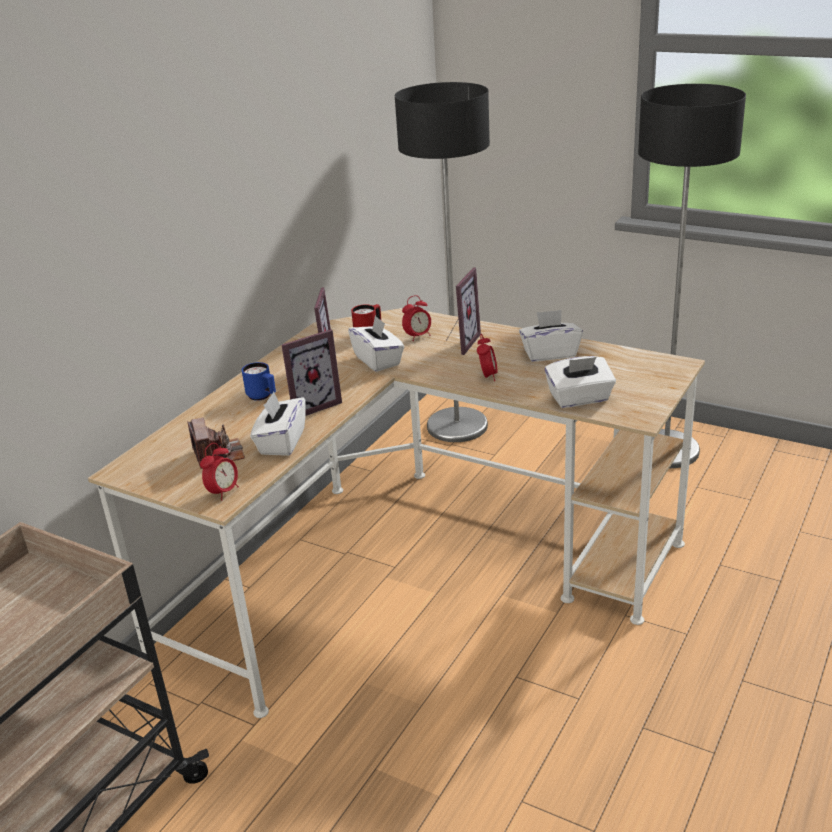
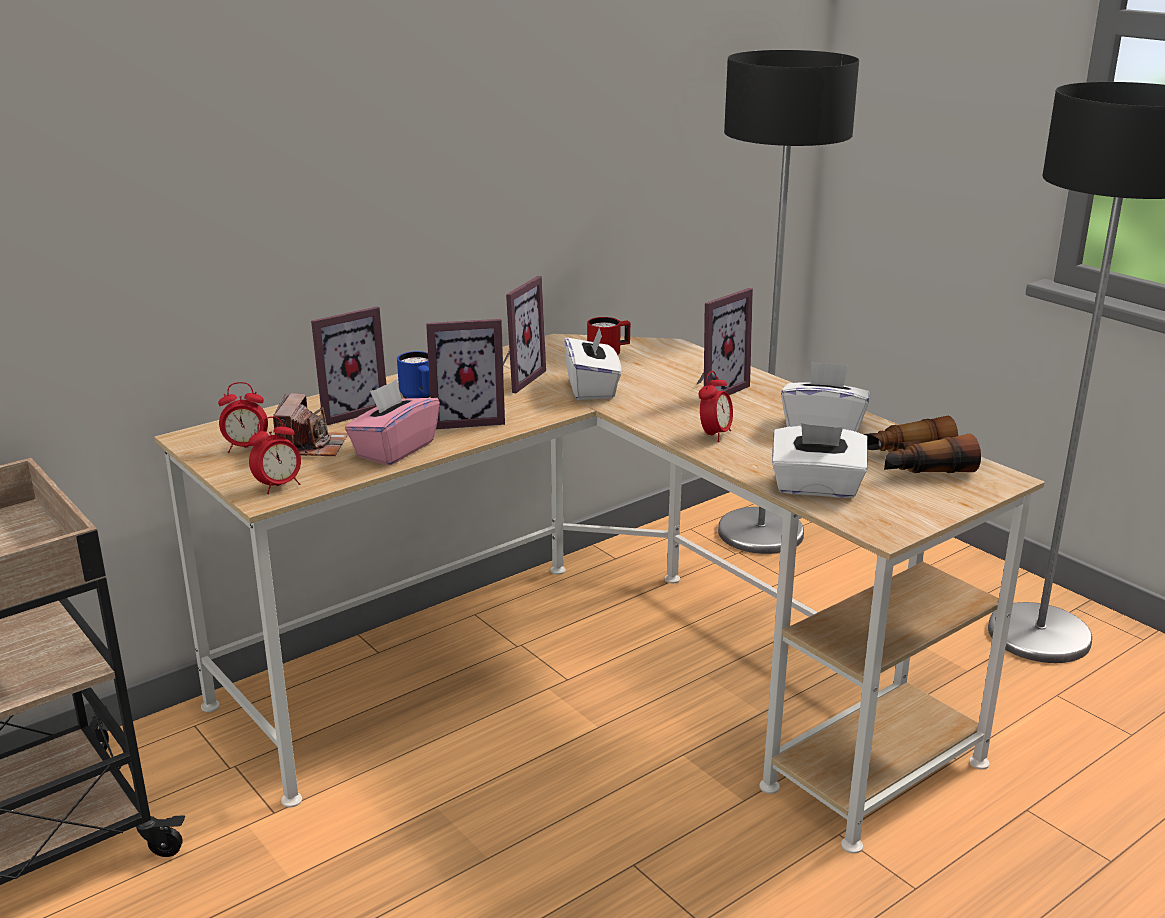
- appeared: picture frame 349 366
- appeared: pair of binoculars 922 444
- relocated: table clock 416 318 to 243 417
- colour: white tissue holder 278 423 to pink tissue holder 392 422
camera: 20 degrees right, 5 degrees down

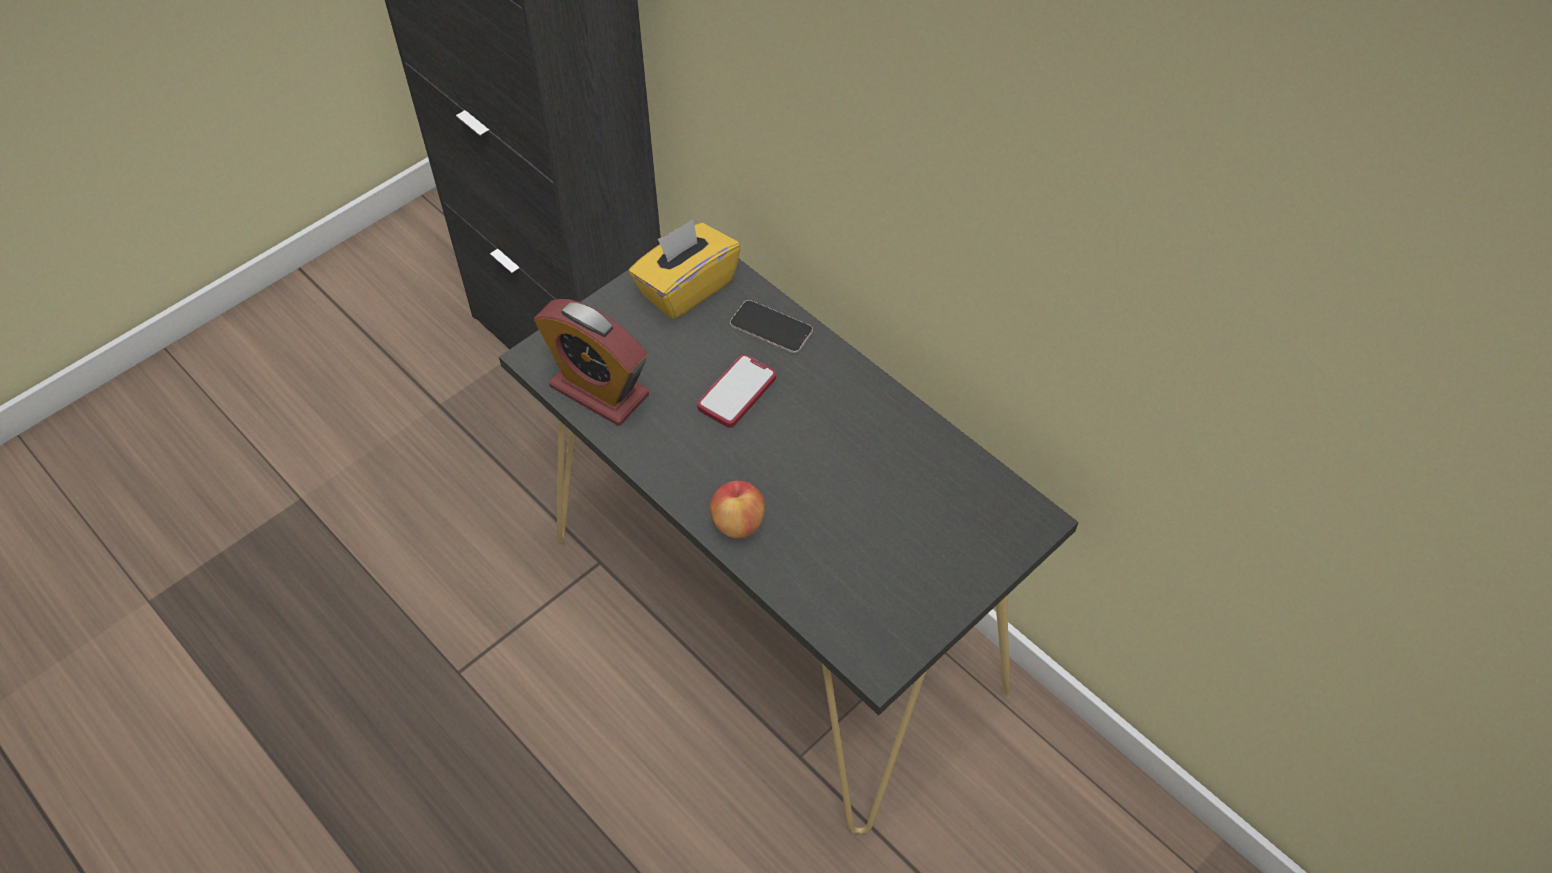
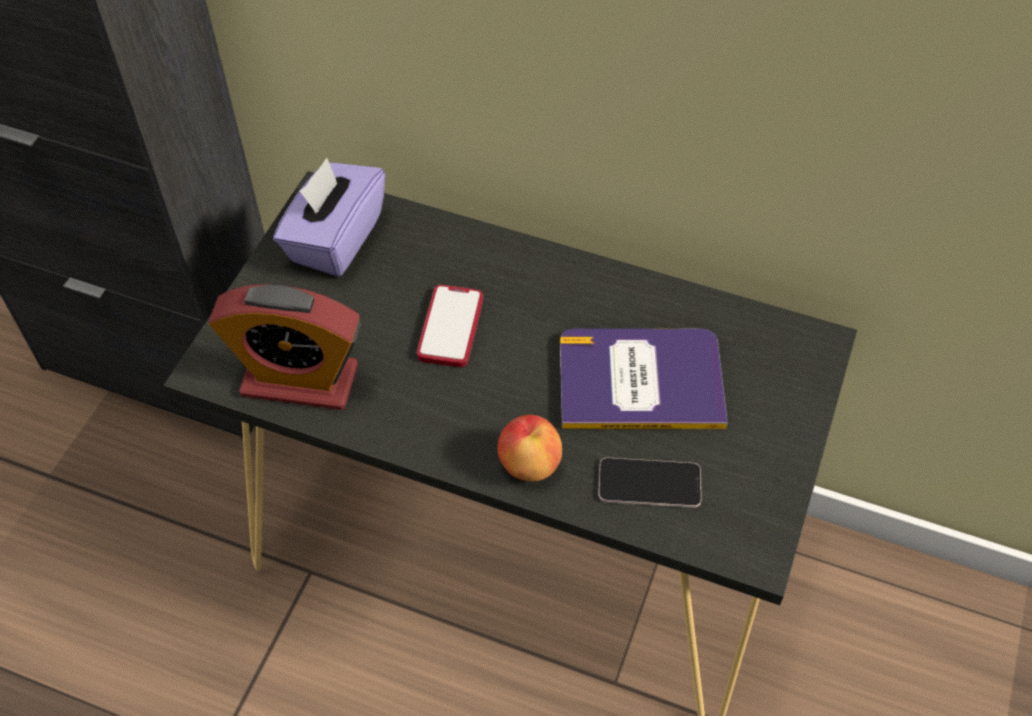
- appeared: volume 644 379
- relocated: telephone 771 326 to 650 483
- colour: yellow-coloured tissue holder 685 269 to purple-coloured tissue holder 329 217
camera: 25 degrees left, 0 degrees up

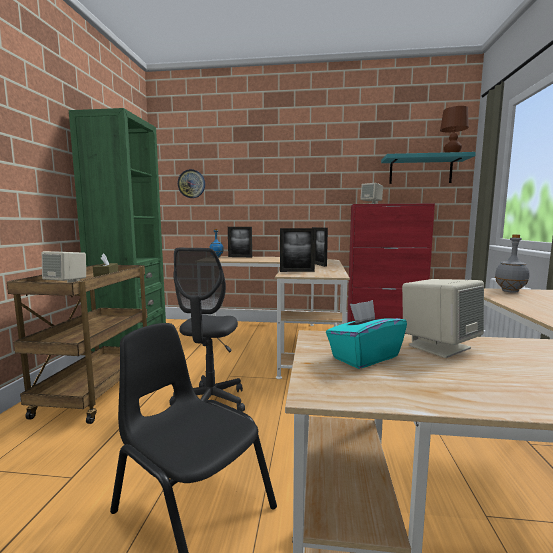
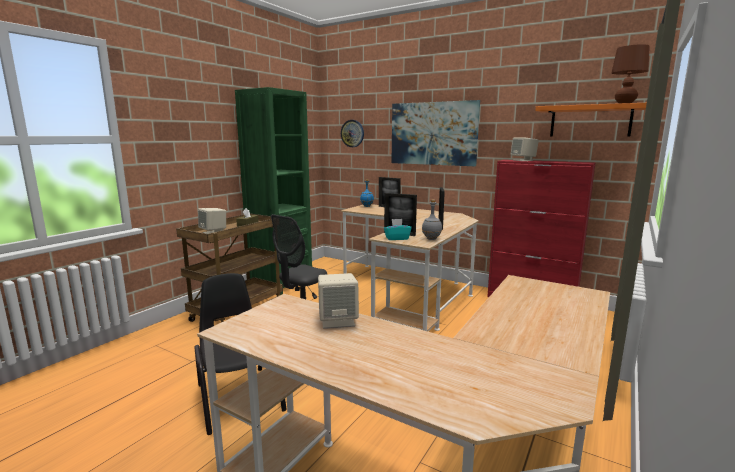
- appeared: picture 436 133
- relocated: turquoise-coloured tissue holder 366 334 to 397 229
- relocated: grey drink bottle 512 263 to 432 220
- colour: turquoise-coloured wall shelf 428 168 to orange-coloured wall shelf 591 120
camera: 25 degrees right, 5 degrees up

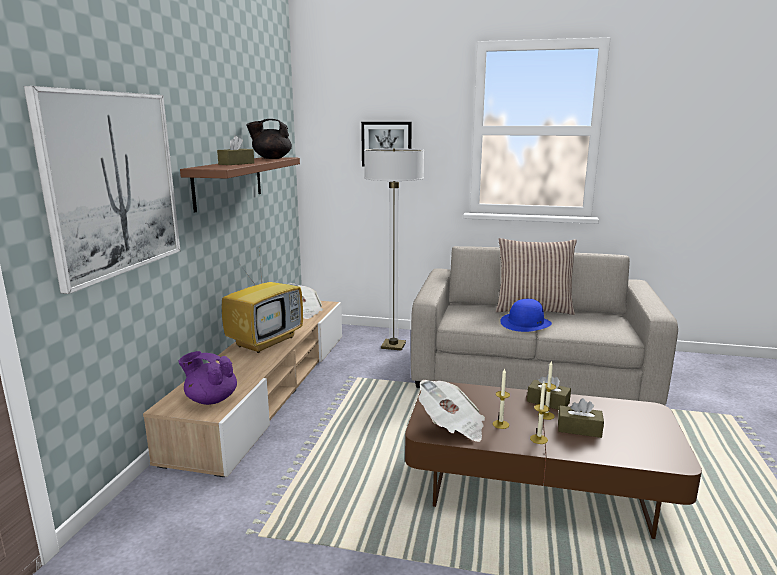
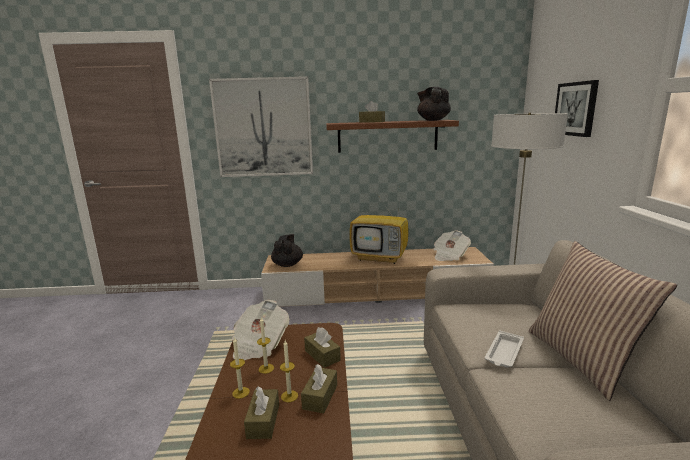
- appeared: brownish tissue holder 322 347
- exchanged: blue-coloured wearable hat 526 315 to white serving tray 504 349
- colour: purple-coloured tea pot 207 378 to black-coloured tea pot 287 250
camera: 75 degrees right, 0 degrees up

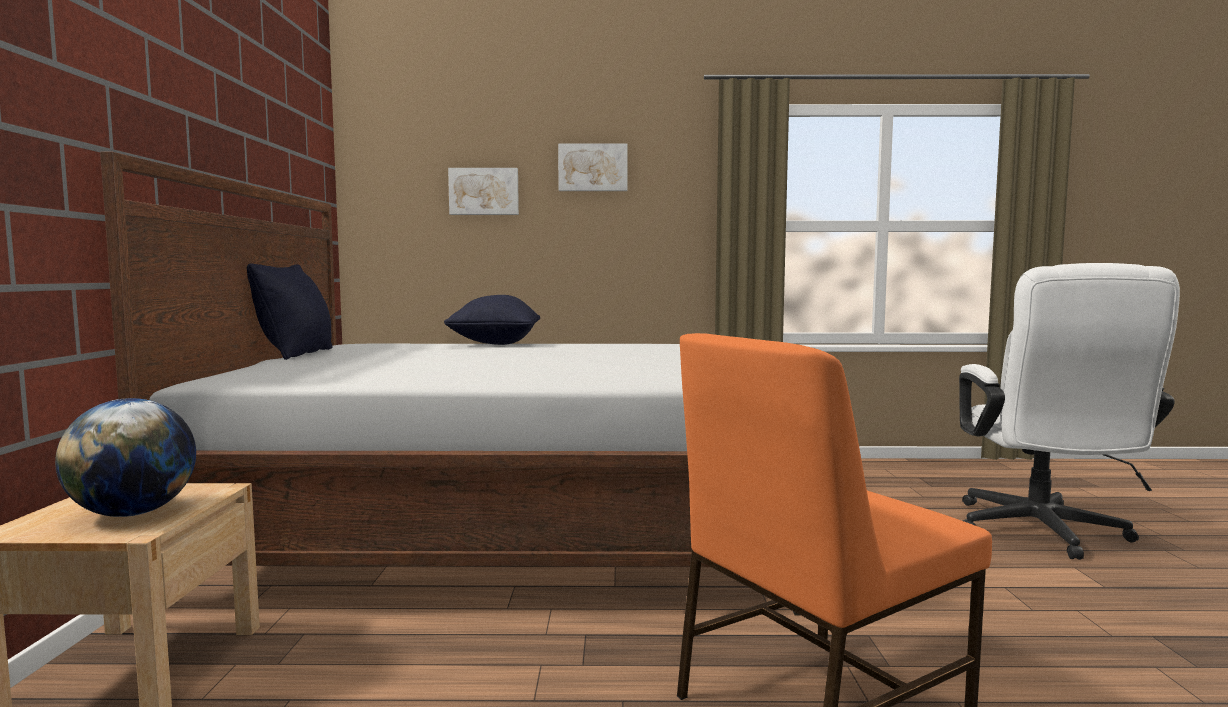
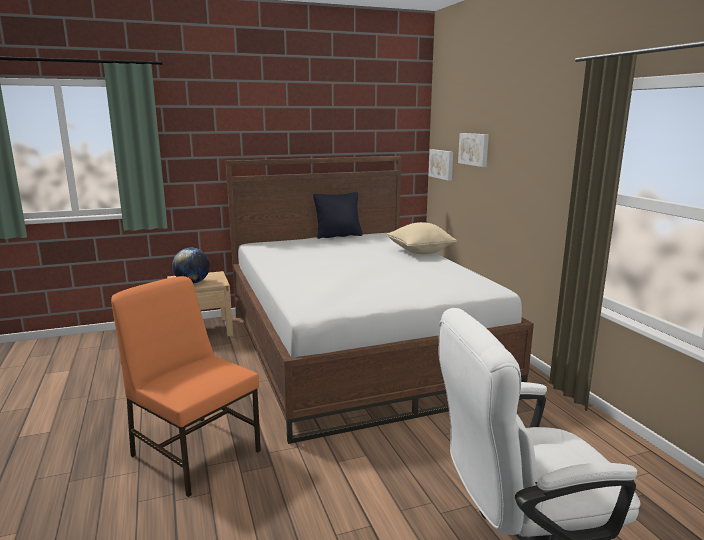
- relocated: picture 592 167 to 441 165
- colour: black-coloured throw pillow 492 320 to beige throw pillow 422 238
camera: 70 degrees right, 10 degrees up

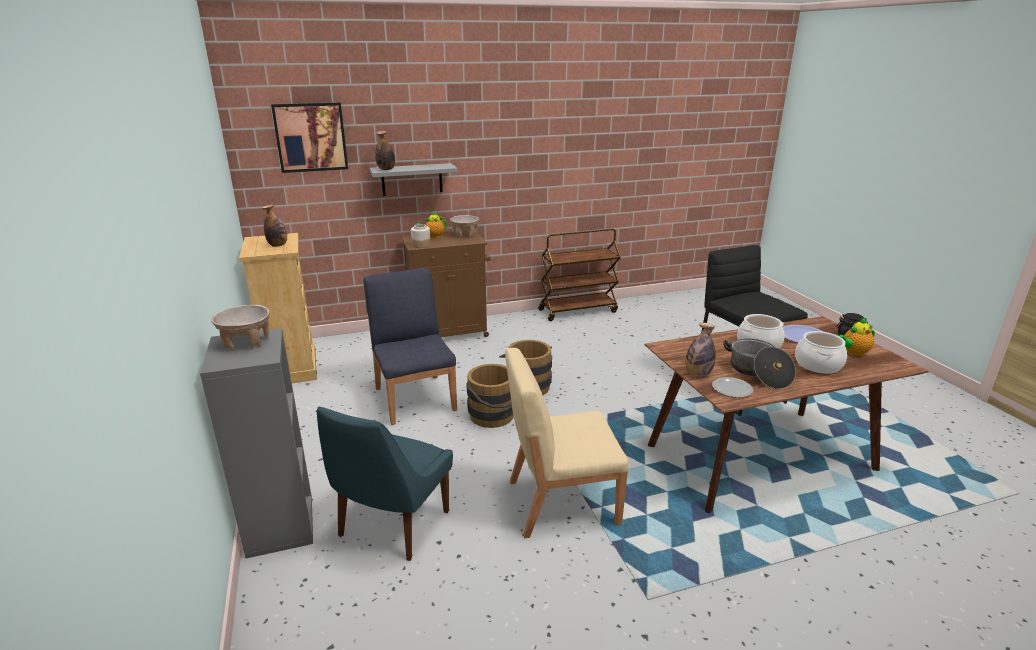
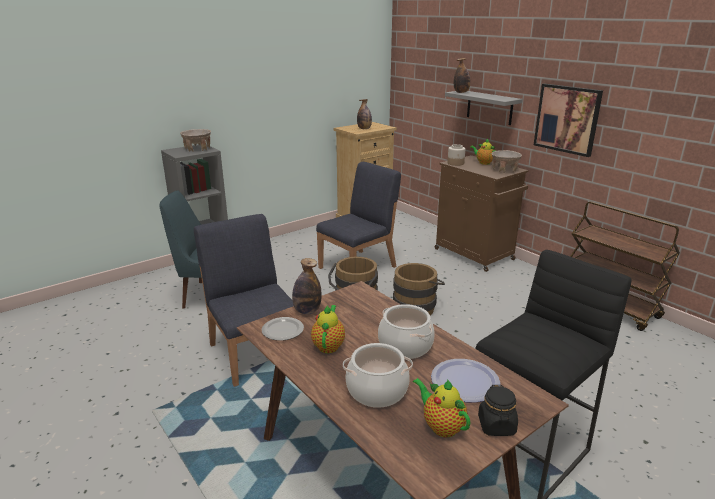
- relocated: picture 309 137 to 568 120
- exchanged: stockpot 759 363 to tea pot 328 329
- colour: beige chair 567 443 to blue-coloured chair 244 300
camera: 70 degrees right, 0 degrees up

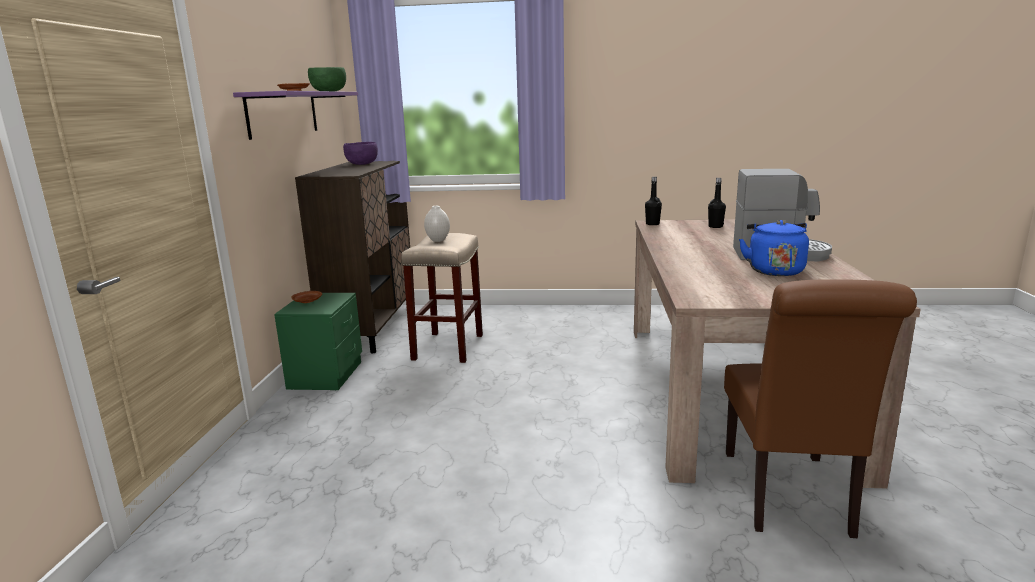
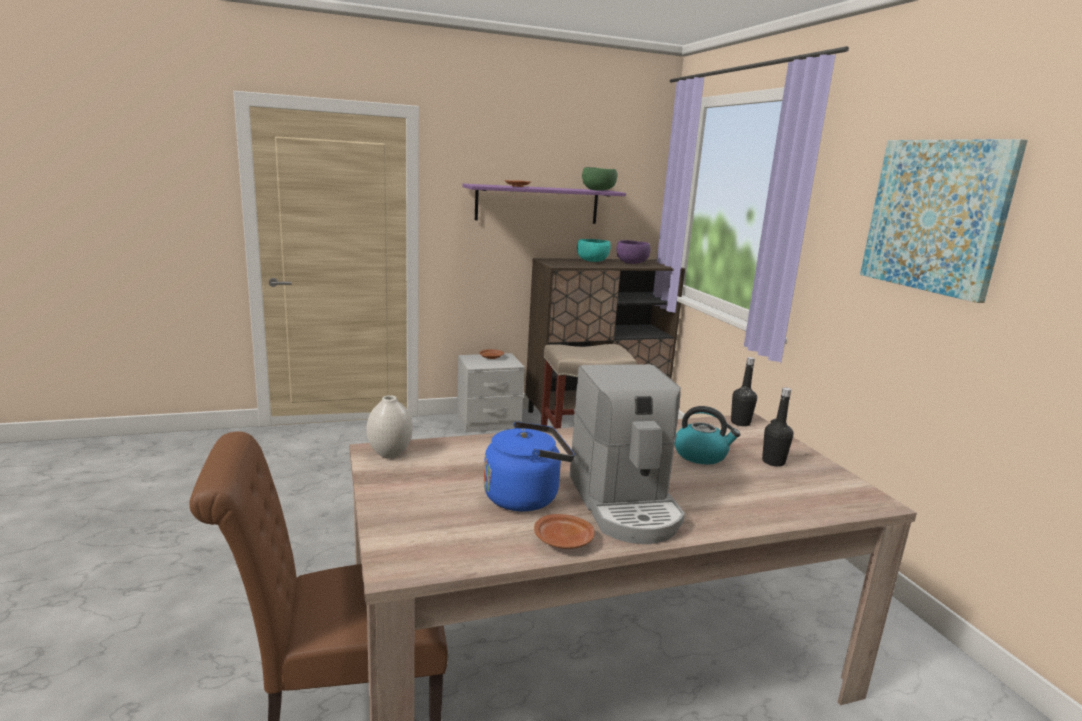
- appeared: brownish plate 564 531
- appeared: turquoise-coloured serving bowl 594 250
- appeared: kettle 707 435
- appeared: picture 944 221
- relocated: white vase 437 224 to 390 427
- colour: greenish night table 318 341 to grey night table 491 393
camera: 65 degrees right, 0 degrees up

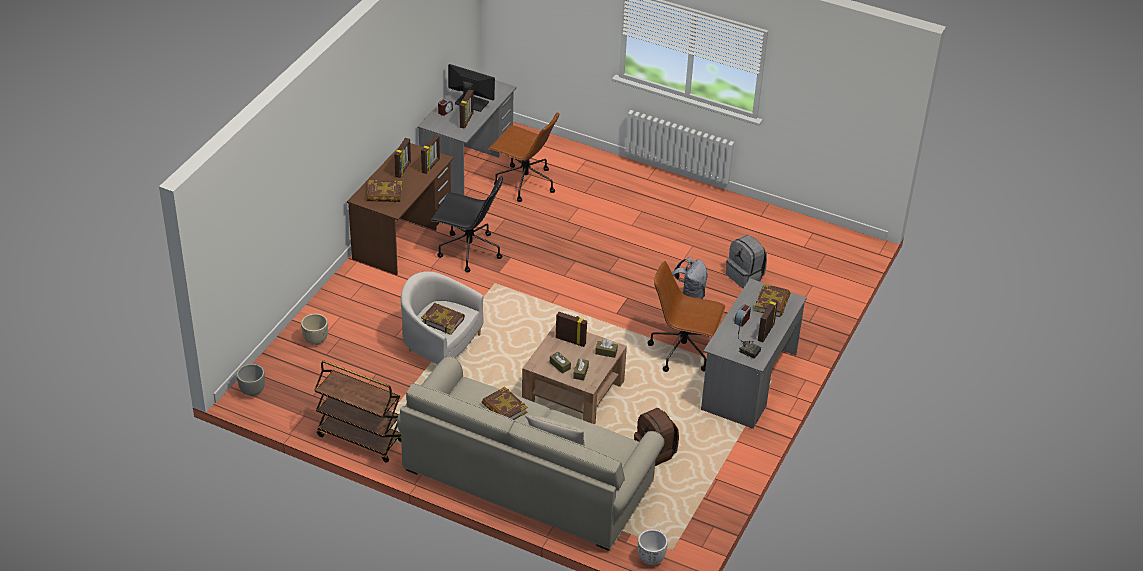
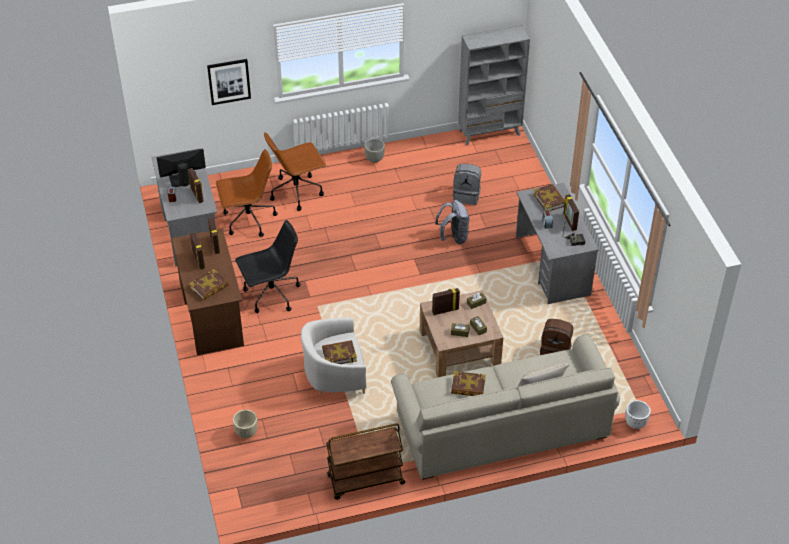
- appeared: picture 229 82
- appeared: grey shelving unit 494 85
- relocated: grey planter 251 380 to 374 151
- relocated: brownish office chair 687 316 to 295 172
camera: 40 degrees left, 5 degrees up

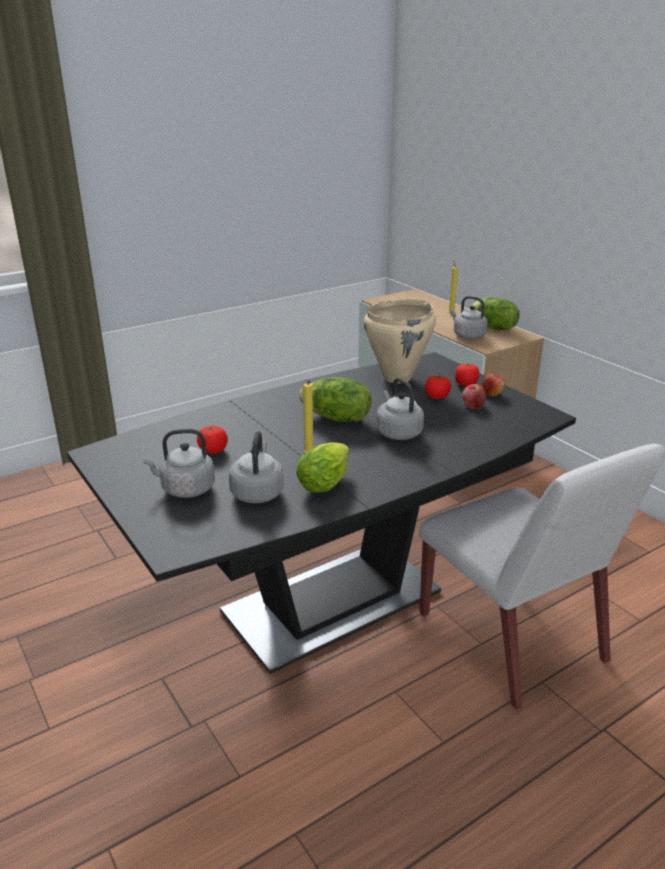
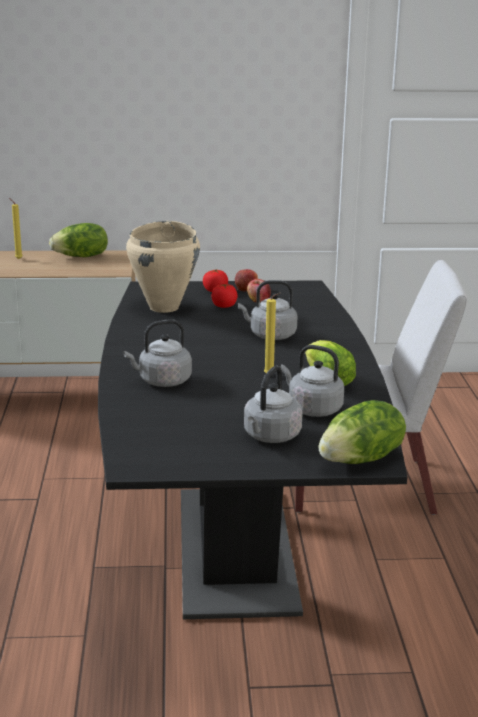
- missing: tomato 212 440
- relocated: lettuce 335 399 to 362 432
- relocated: grey kettle 468 317 to 157 353
camera: 60 degrees left, 5 degrees down

